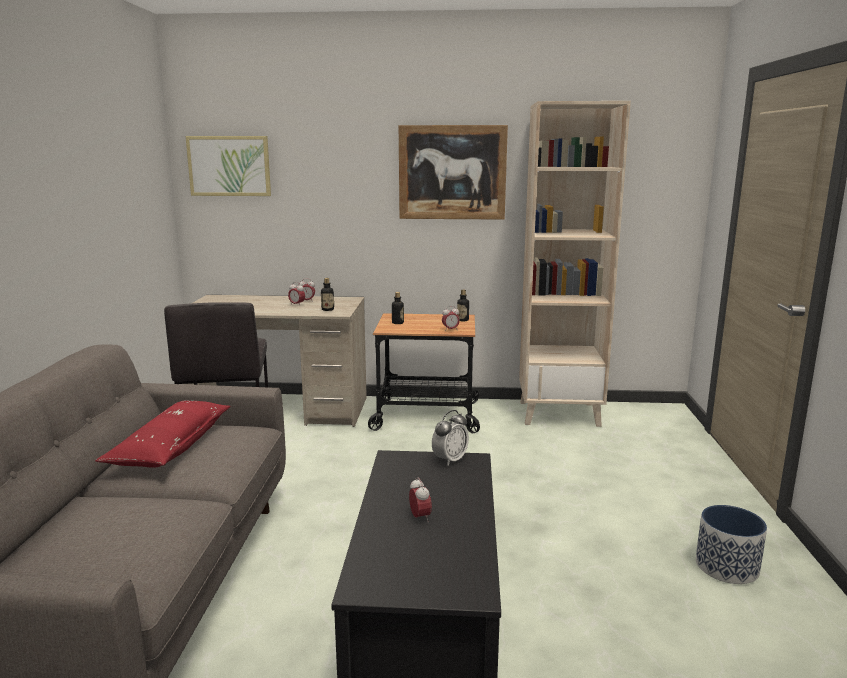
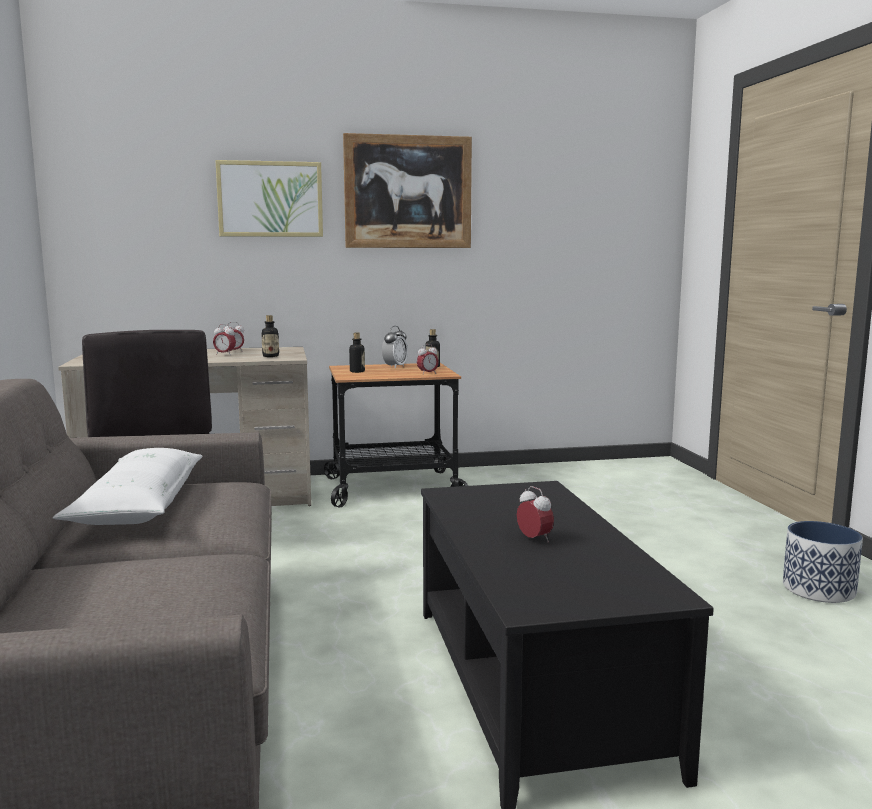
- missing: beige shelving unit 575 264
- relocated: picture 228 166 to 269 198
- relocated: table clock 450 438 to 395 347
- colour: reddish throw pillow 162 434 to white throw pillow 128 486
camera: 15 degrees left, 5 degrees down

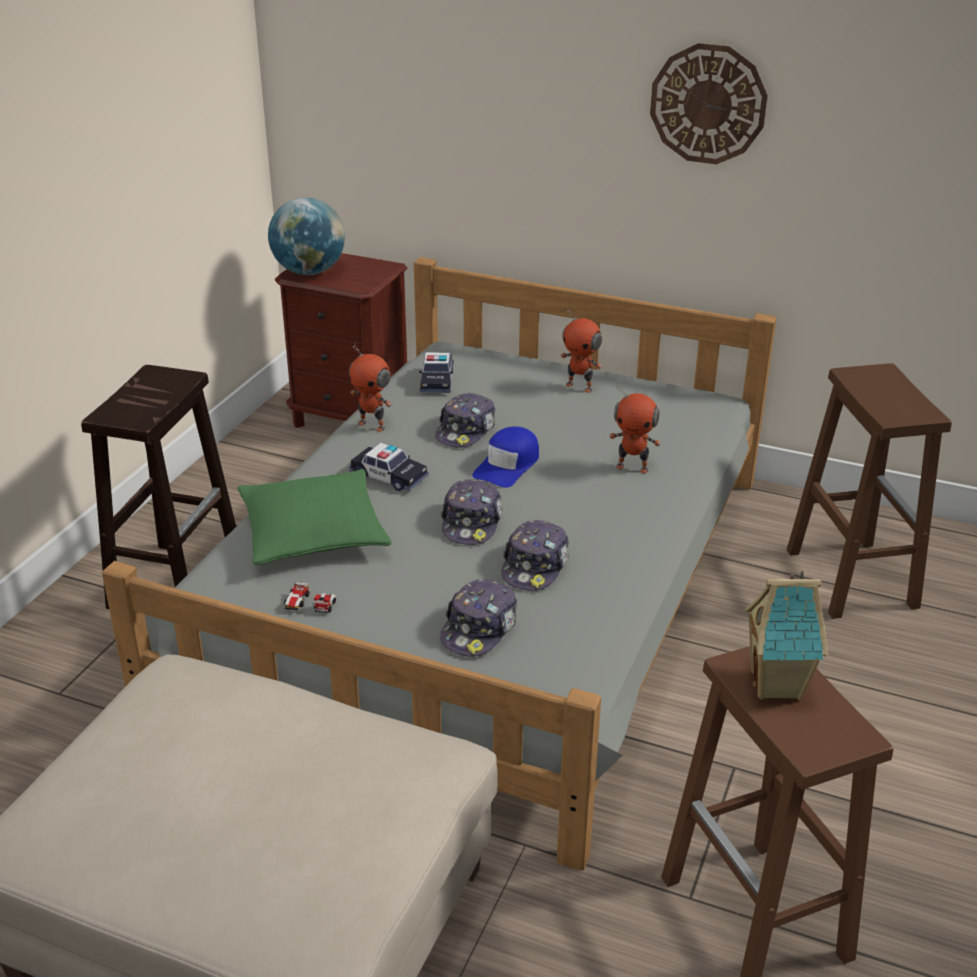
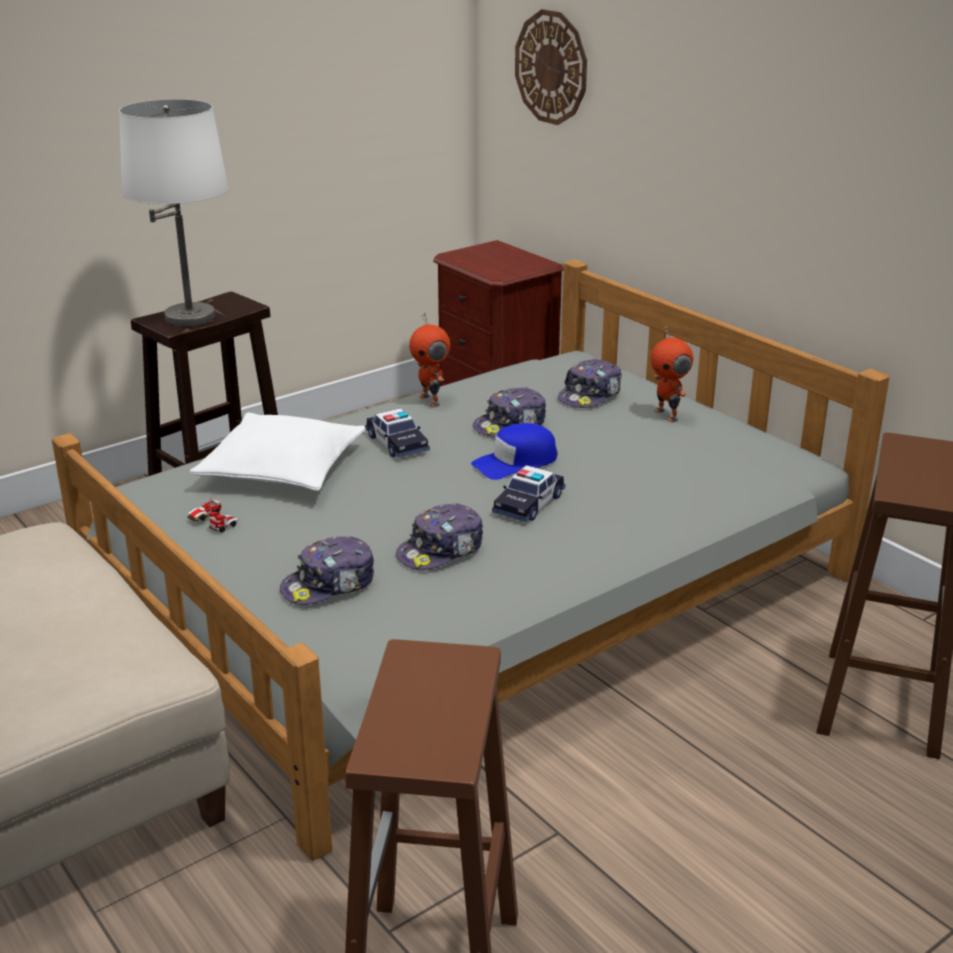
- missing: desk globe 306 236
- missing: model robot 635 429
- missing: toy house 786 635
- appeared: white table lamp 174 212
- relocated: model car 436 372 to 529 493
- relocated: peaked cap 471 512 to 590 383
- relocated: wall clock 709 103 to 551 67
- colour: greenish throw pillow 315 517 to white throw pillow 278 452
camera: 30 degrees right, 5 degrees down

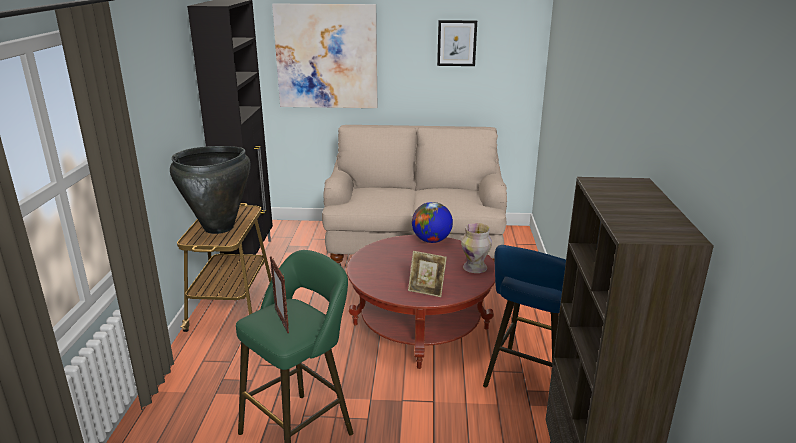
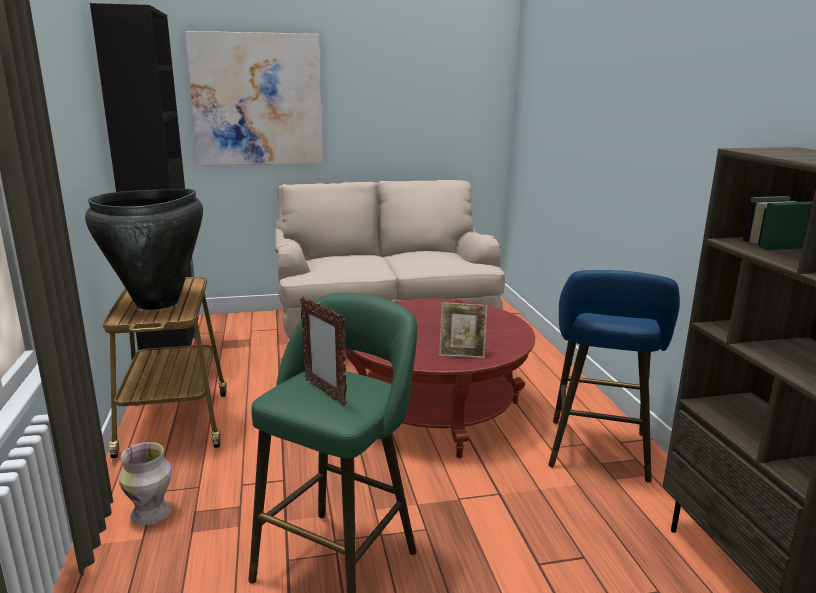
- missing: desk globe 432 222
- missing: picture 457 43
- relocated: vase 476 248 to 145 483
camera: 15 degrees left, 5 degrees down

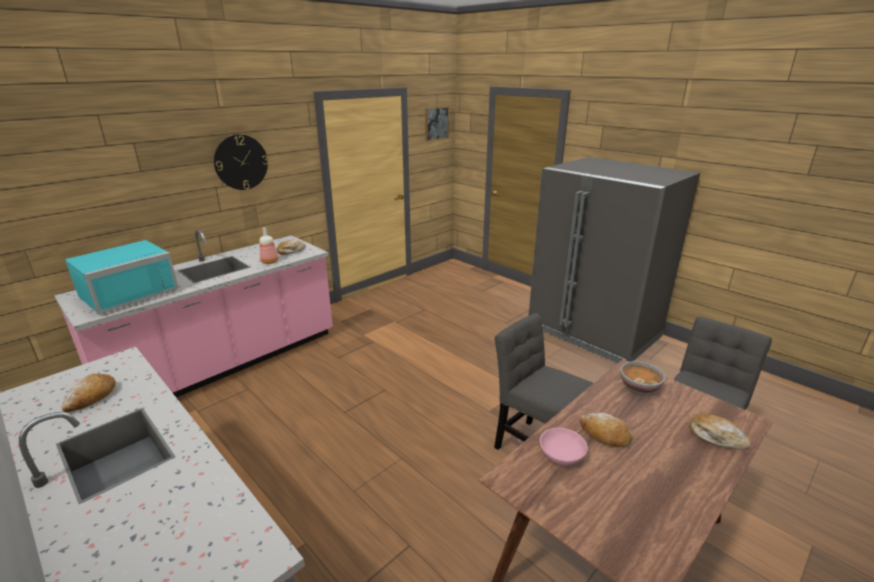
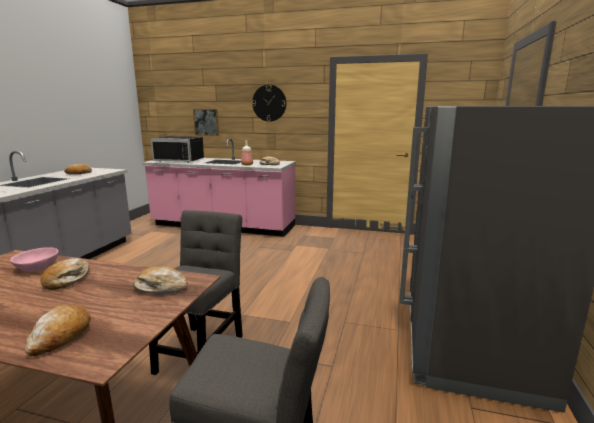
- relocated: picture 437 123 to 206 122
- exchanged: serving bowl 643 377 to bakery bread 160 279
- colour: turquoise-coloured microwave oven 122 277 to black-coloured microwave oven 177 149
camera: 60 degrees right, 10 degrees down

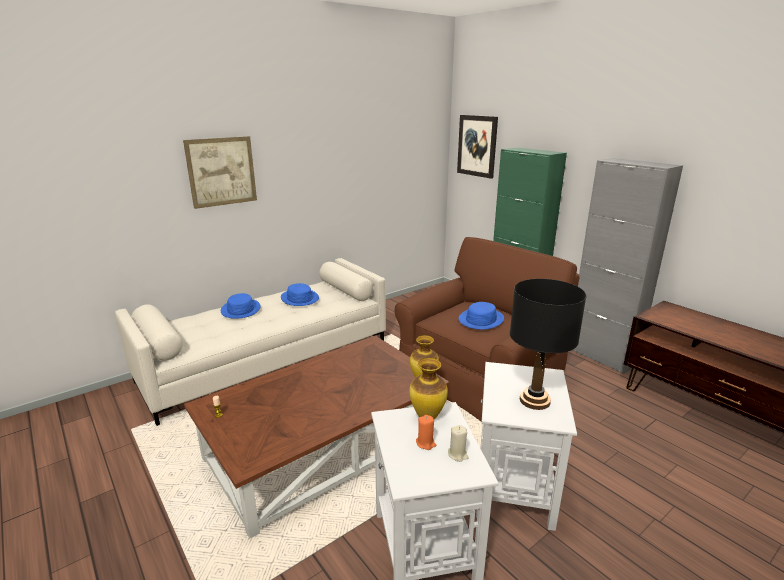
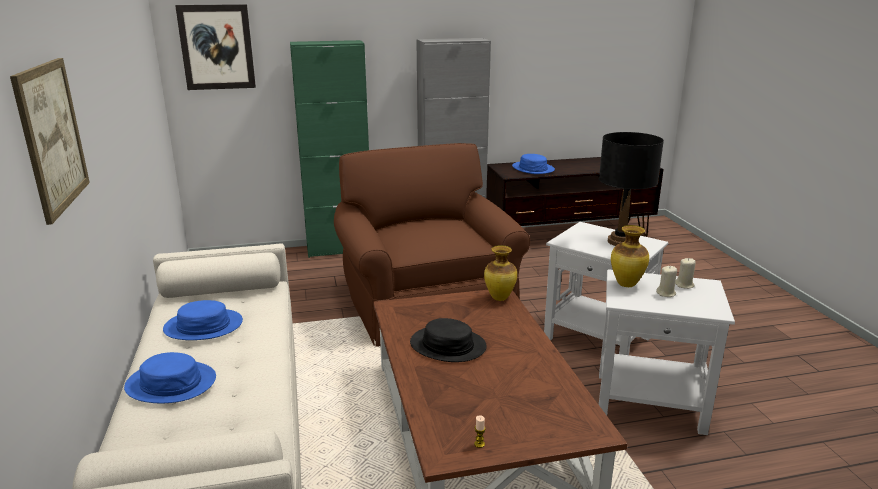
- appeared: black-coloured wearable hat 448 340
- relocated: blue-coloured wearable hat 481 316 to 533 164
- colour: orange-coloured wax light 426 432 to beige wax light 666 281
camera: 65 degrees left, 0 degrees up

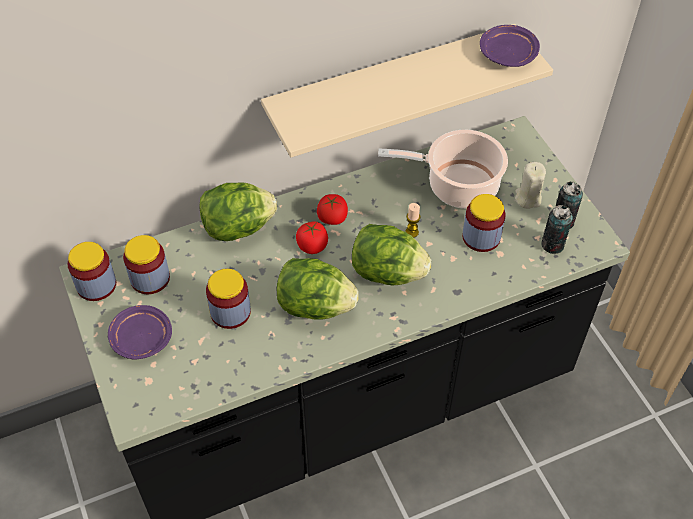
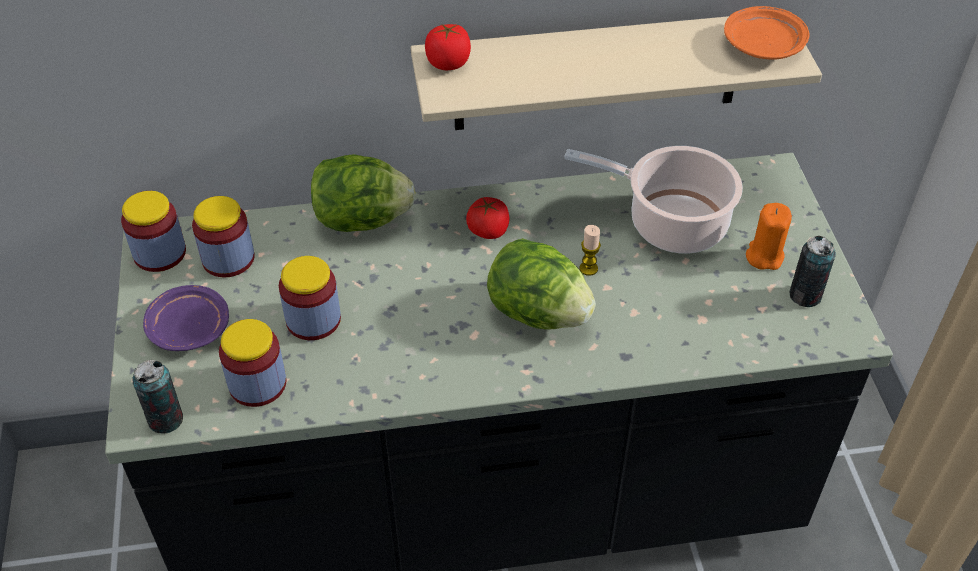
- missing: lettuce 318 289
- relocated: tomato 312 238 to 448 47
- relocated: preserve jar 484 223 to 252 363
- relocated: can 557 229 to 157 397
- colour: purple-coloured plate 510 46 to orange-coloured plate 767 33
- colour: beige wax light 530 185 to orange-coloured wax light 769 236
camera: 15 degrees right, 5 degrees down

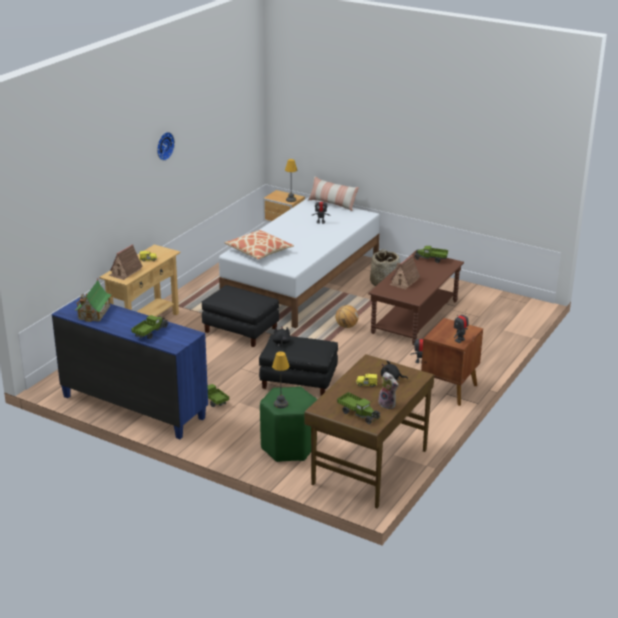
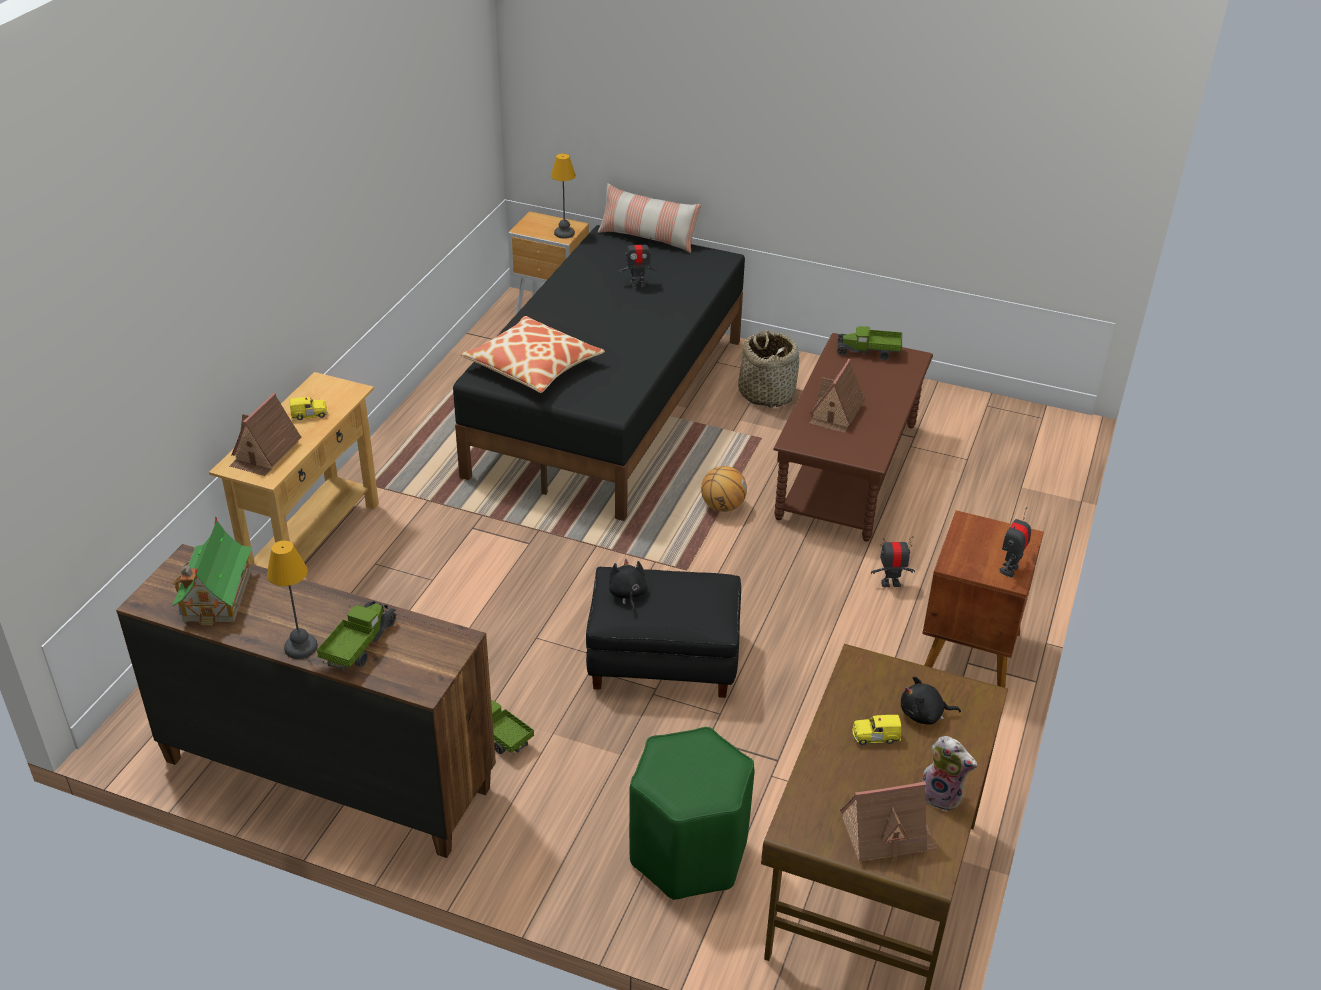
- missing: wall clock 166 146
- missing: black-coloured footrest 240 316
- relocated: table lamp 280 379 to 292 599
- exchanged: toy lorry 358 408 to toy house 888 822
- colour: blue-coloured drawer chest 130 367 to brownish drawer chest 306 701
- colour: white bedroom bed 299 262 to black-coloured bedroom bed 599 373
camera: 10 degrees left, 10 degrees up

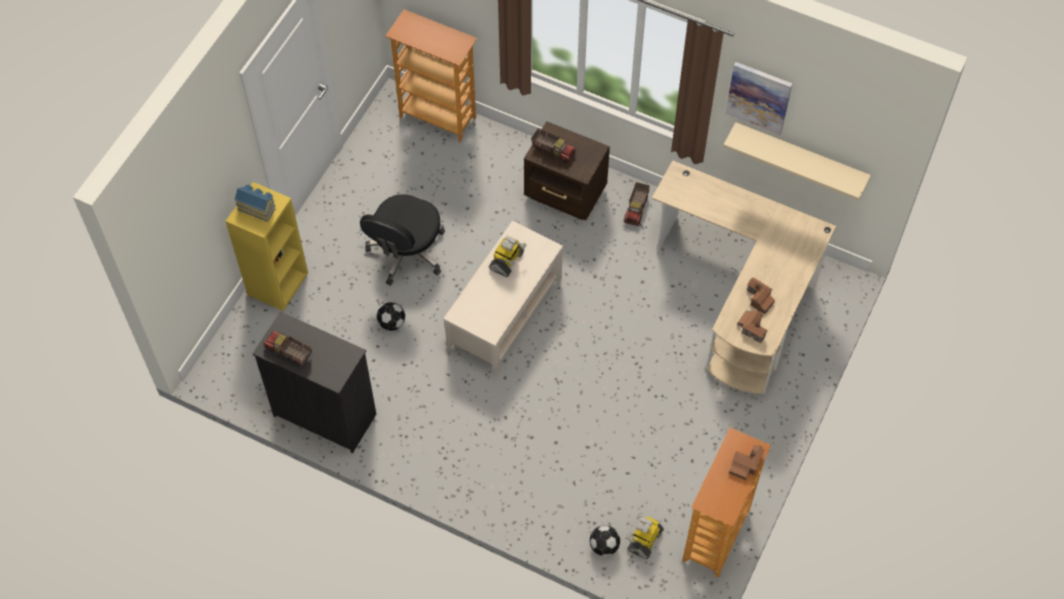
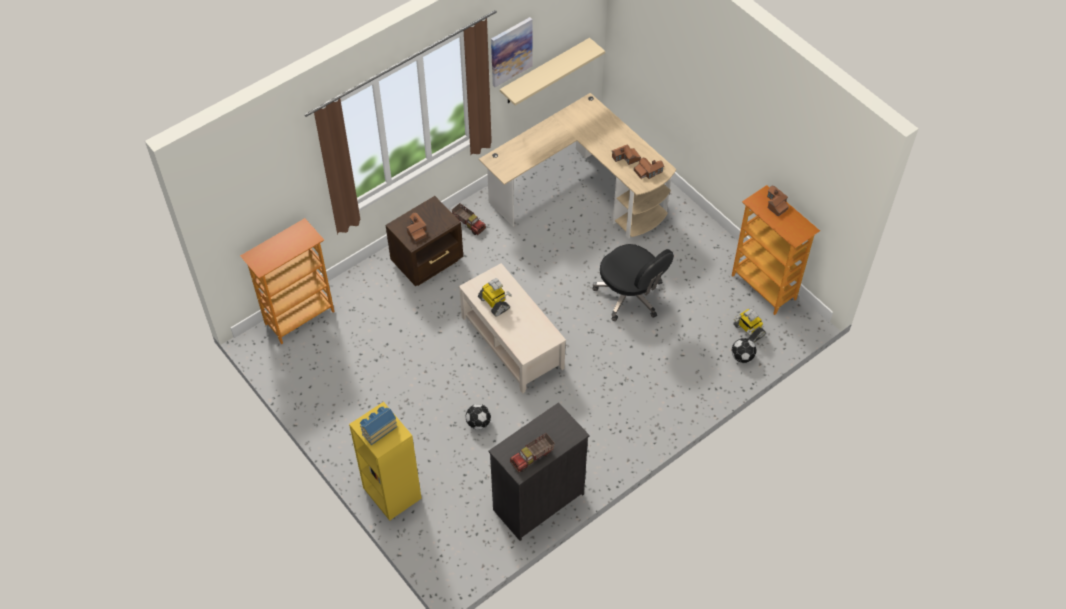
- relocated: black-coloured office chair 402 240 to 633 282
- exchanged: toy lorry 553 145 to toy house 416 228
camera: 65 degrees left, 5 degrees down

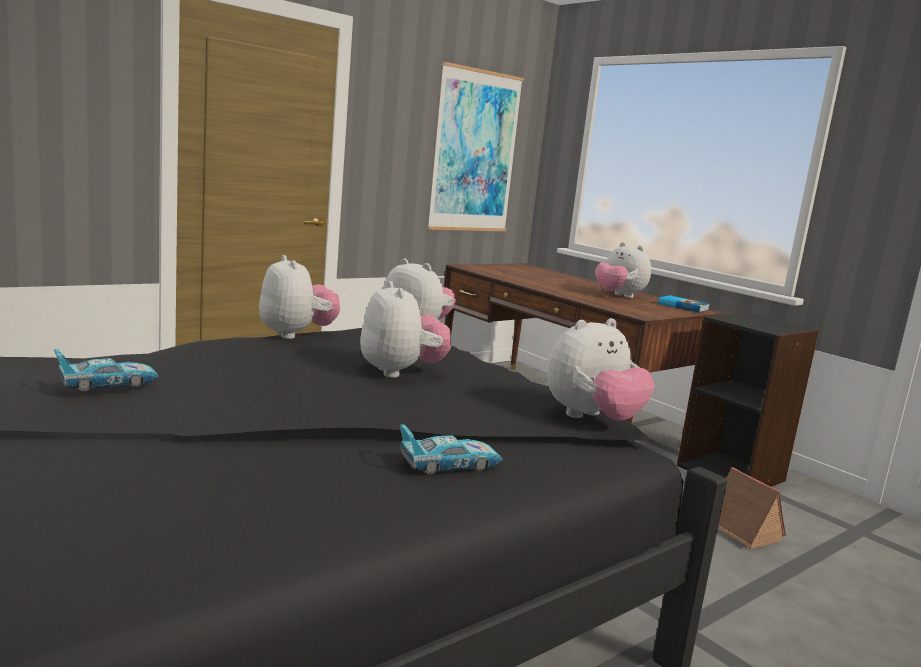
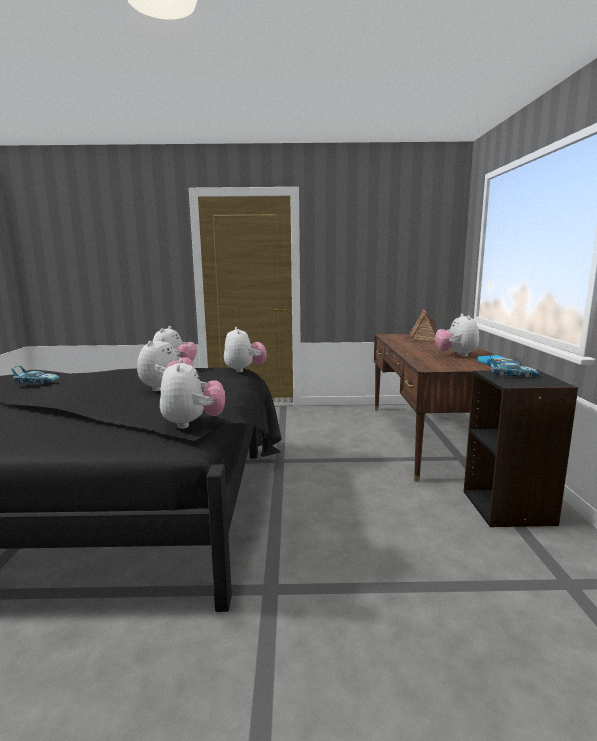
- missing: picture 475 146
- relocated: model car 451 450 to 514 367
- relocated: toy house 752 508 to 423 325
- spun: plush toy 600 369 = 192 393 105 degrees counterclockwise
camera: 40 degrees right, 0 degrees up

